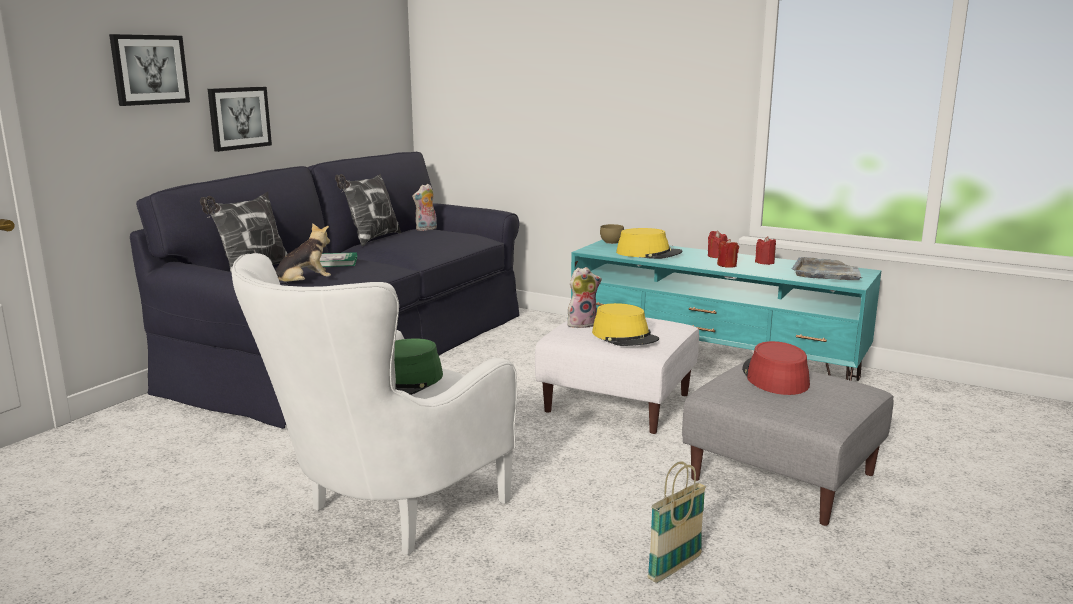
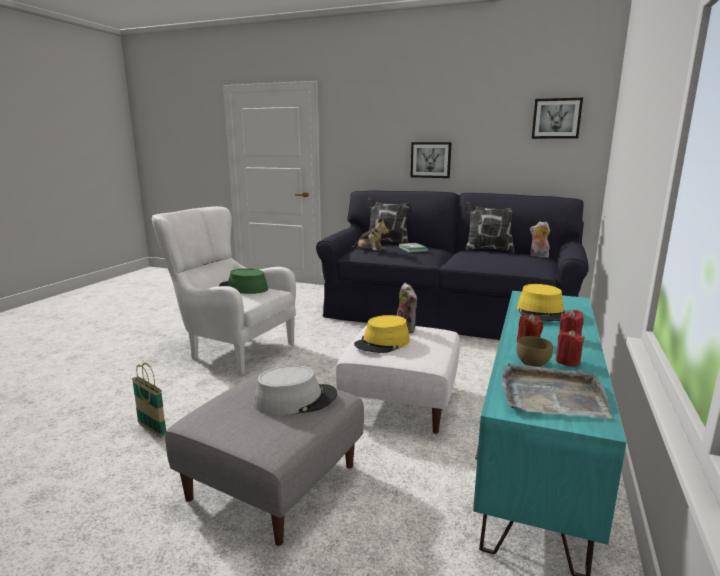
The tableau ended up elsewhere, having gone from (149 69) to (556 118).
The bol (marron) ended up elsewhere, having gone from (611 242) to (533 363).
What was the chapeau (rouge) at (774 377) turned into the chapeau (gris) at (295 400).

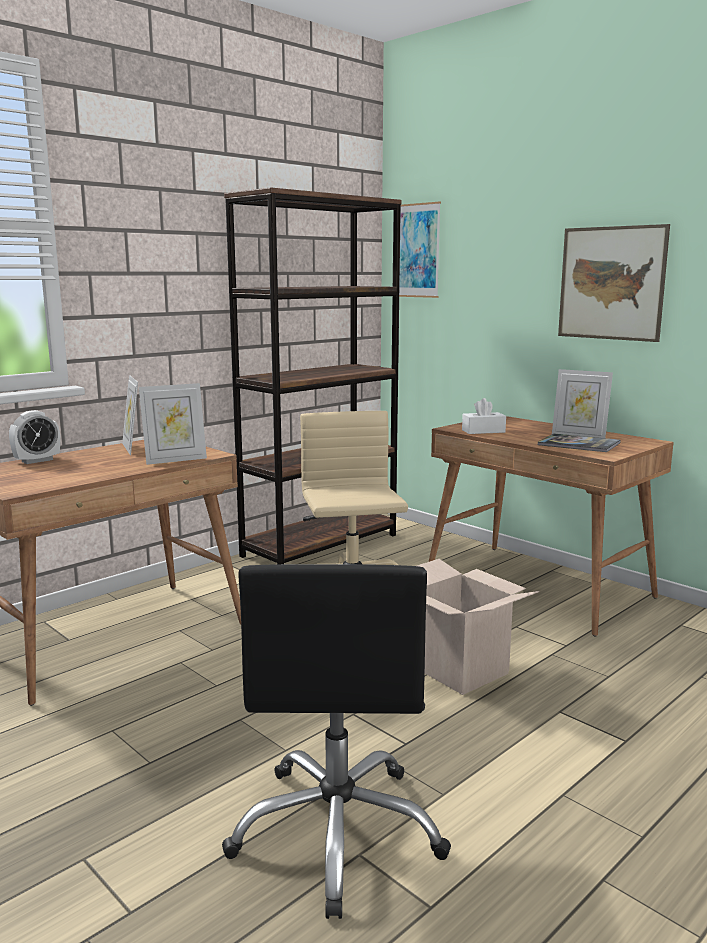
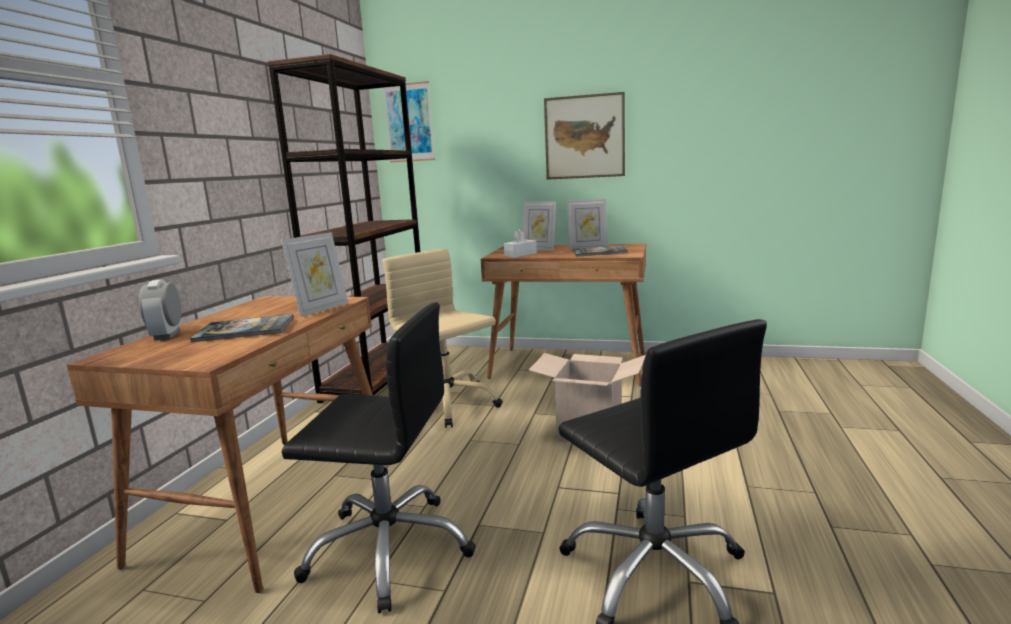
The second view gained the livre at (245 330).
The second view gained the chaise de bureau (noir) at (389 548).
The cadre photo ended up elsewhere, having gone from (132 448) to (539 249).
The réveil at (37 460) ended up facing another way, 150 degrees clockwise from before.

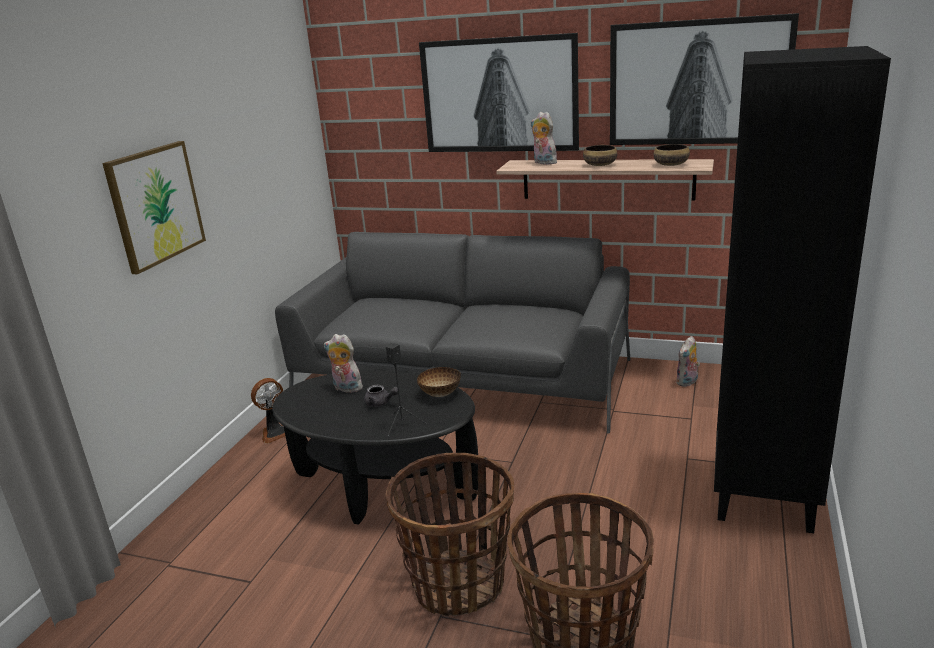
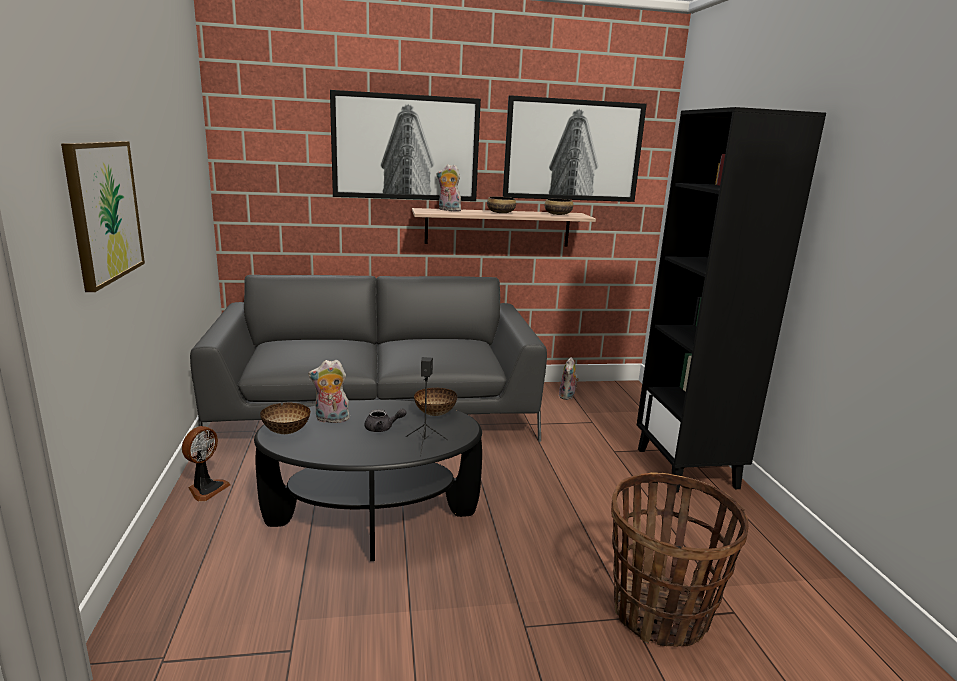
The second view lost the panier at (458 584).
The second view gained the bol at (287 431).

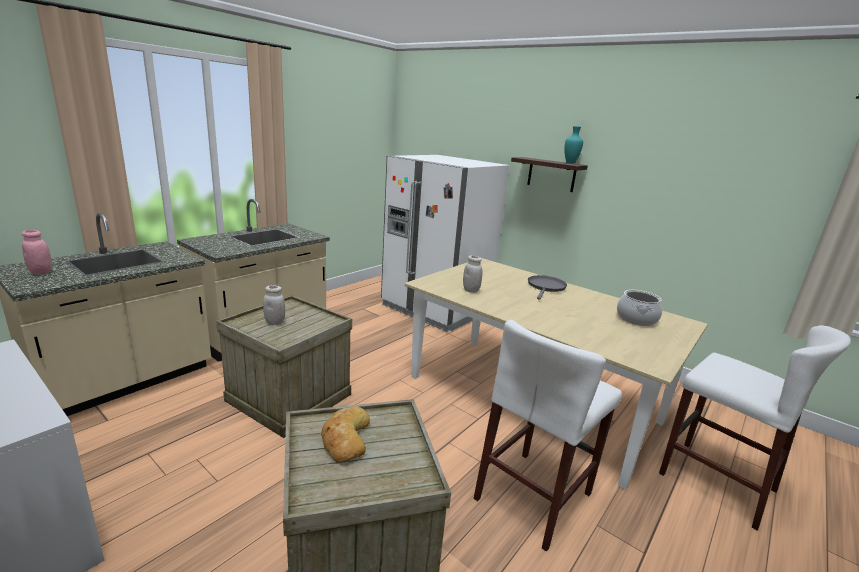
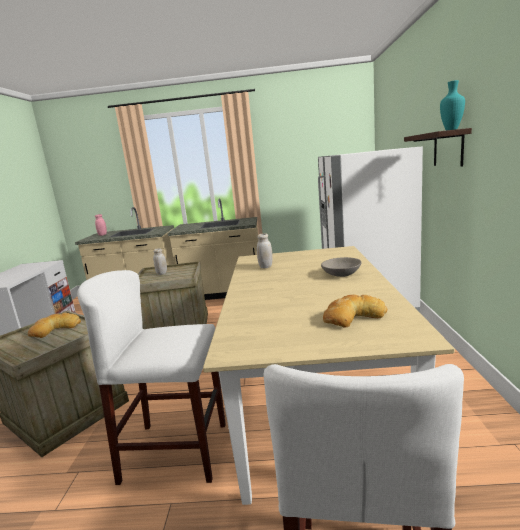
Where the poêle (gris) stood at (546 287), the bol (gris) came to stand at (341 273).
Where the marmite stood at (636 319), the pain came to stand at (352 316).

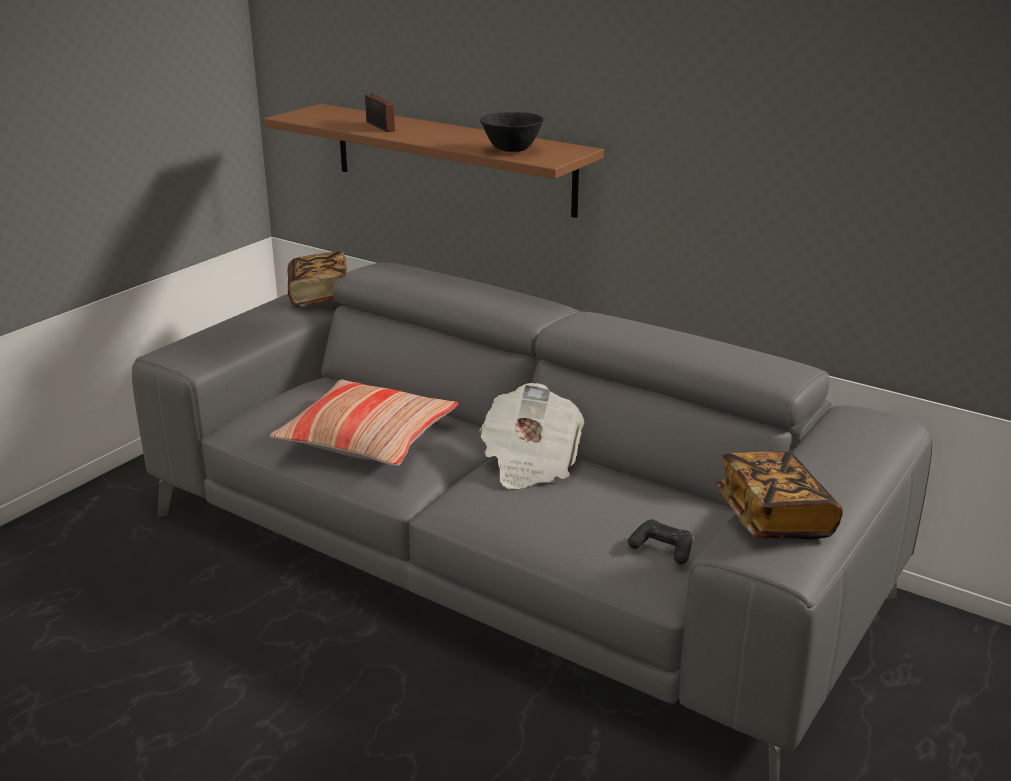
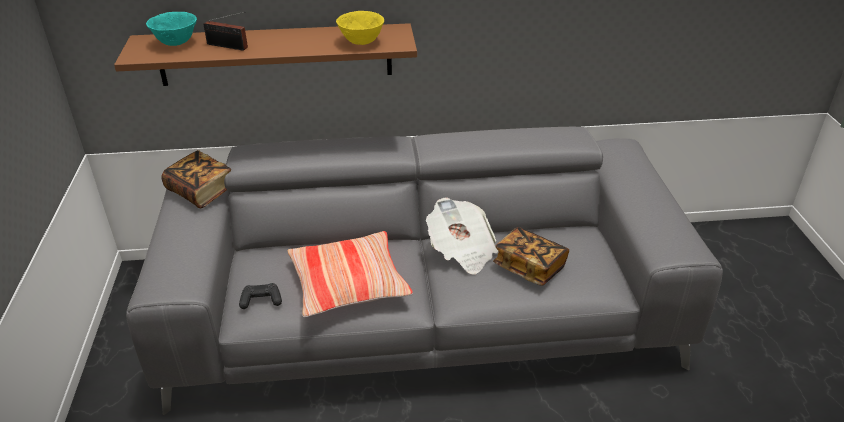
The second view gained the bol (turquoise) at (176 43).
The manette (noir) ended up elsewhere, having gone from (662 549) to (261 300).
The livre ended up elsewhere, having gone from (774 517) to (529 267).
What was the bol (noir) at (511 150) turned into the bol (jaune) at (361 42).

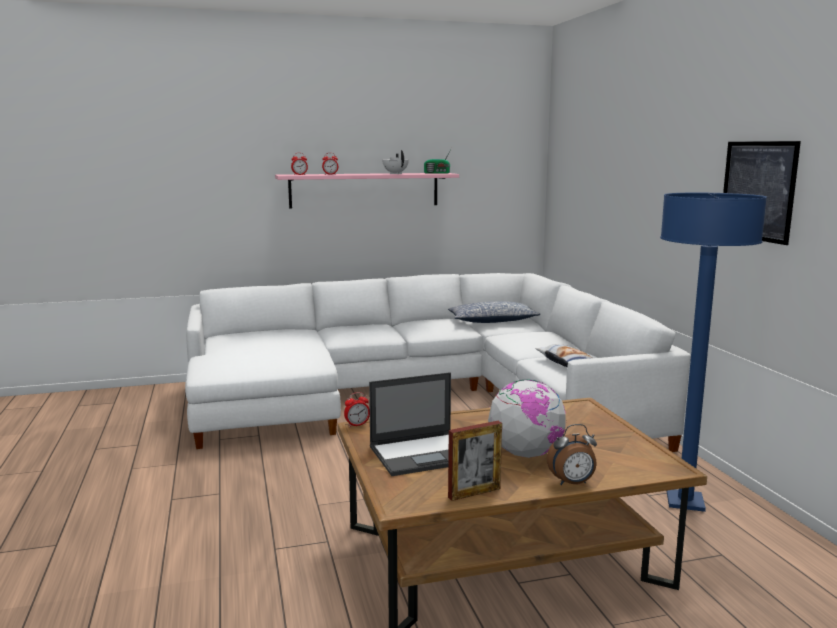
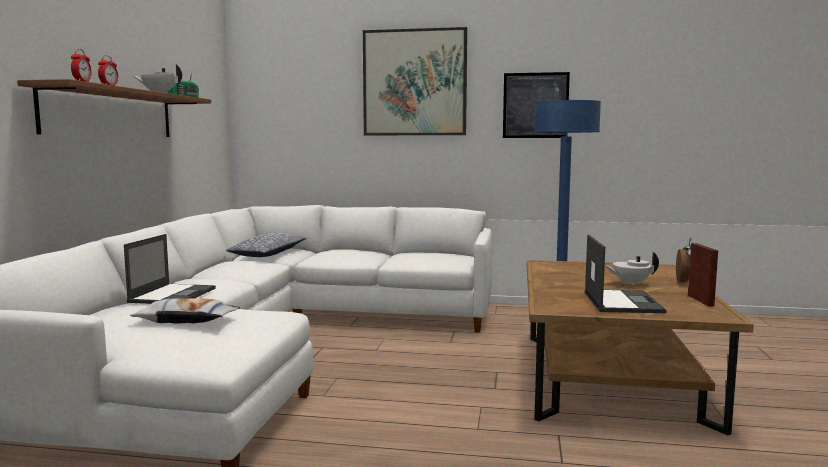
The second view lost the réveil at (357 425).
The second view gained the ordinateur portable at (173 295).
The second view gained the tableau at (414 83).
The coussin ended up elsewhere, having gone from (567 363) to (187 320).
Where the globe stood at (525 454), the théière (blanc) came to stand at (630 283).
What was the étagère (rose) at (364 190) turned into the étagère (marron) at (111 113).

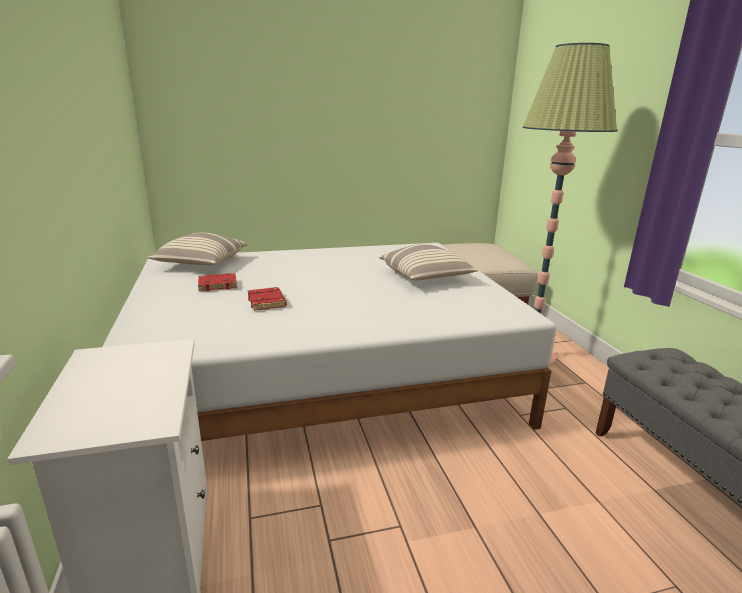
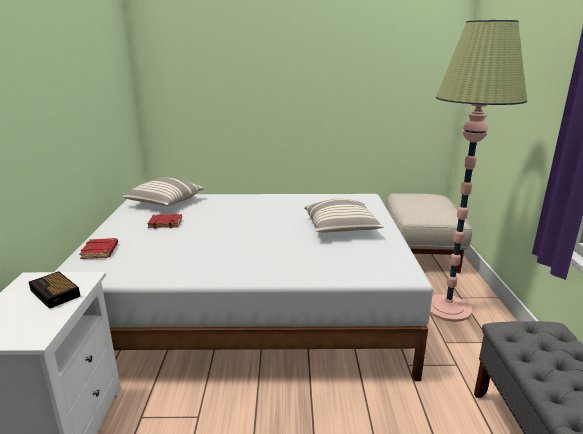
The second view gained the réveil at (55 294).
The livre (rouge) ended up elsewhere, having gone from (267 302) to (100 251).

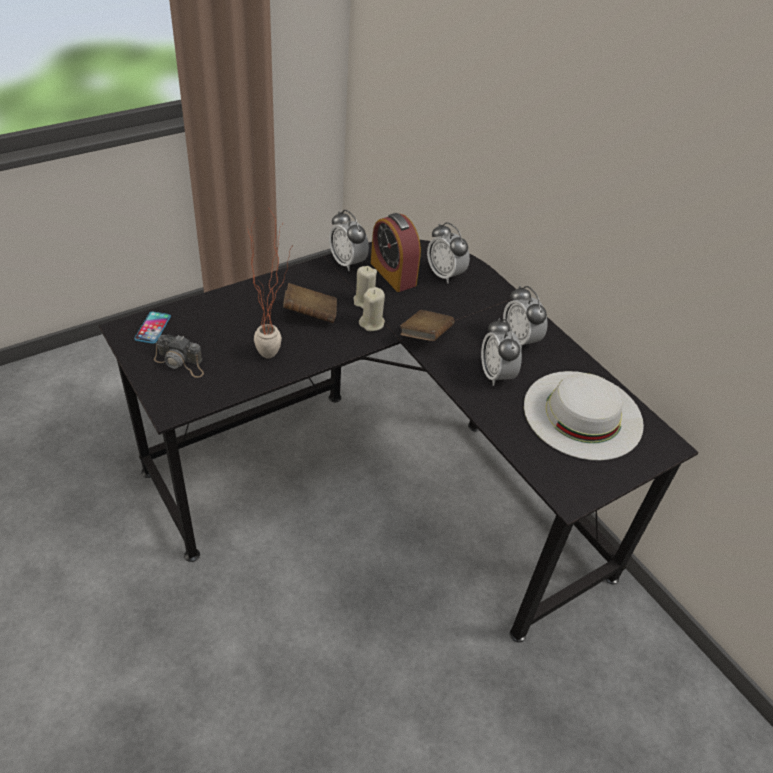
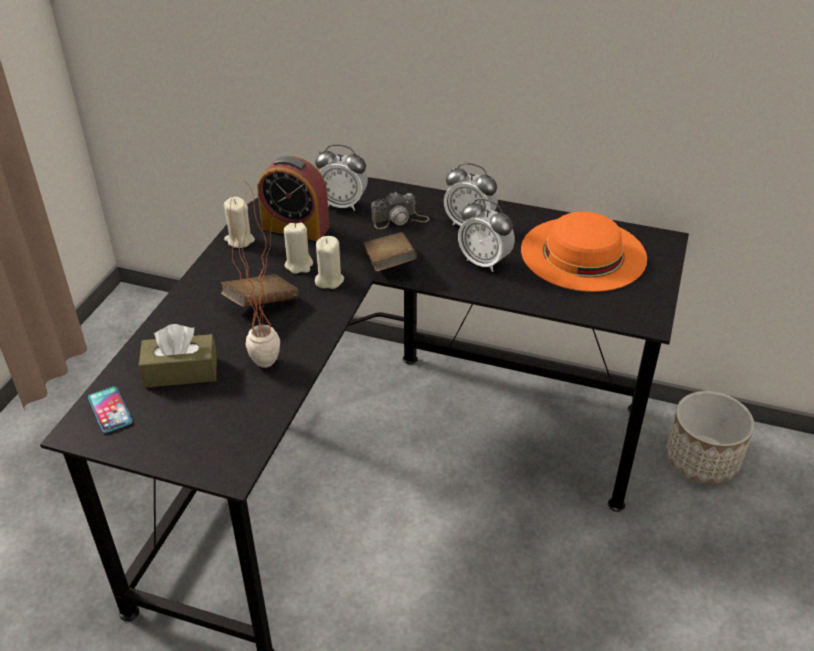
The second view gained the boîte à mouchoirs (marron) at (181 372).
The second view gained the cache-pot at (701 460).
The appareil photo ended up elsewhere, having gone from (181 362) to (400 219).
Where the réveil stood at (347 262), the bougie (beige) came to stand at (239 240).
What was the chapeau (blanc) at (583 414) turned into the chapeau (orange) at (583 253).

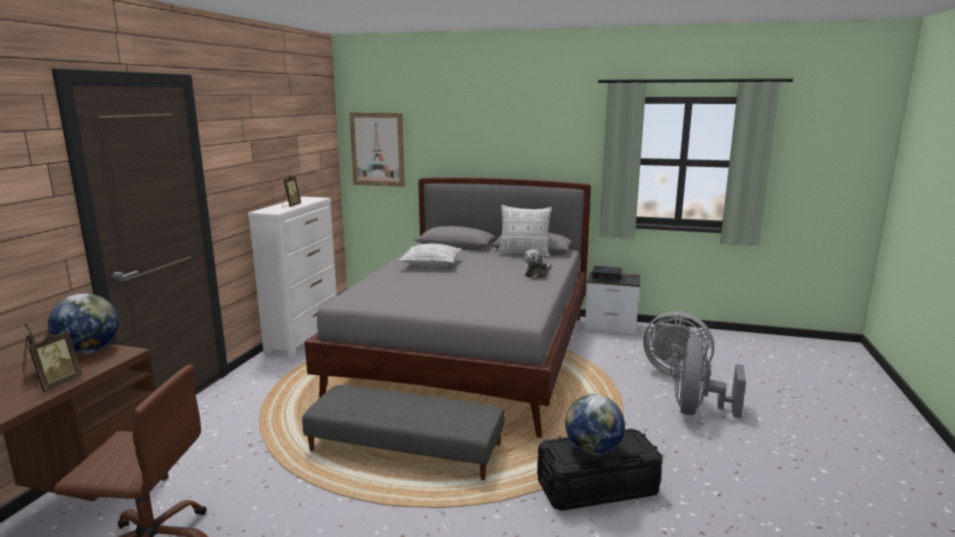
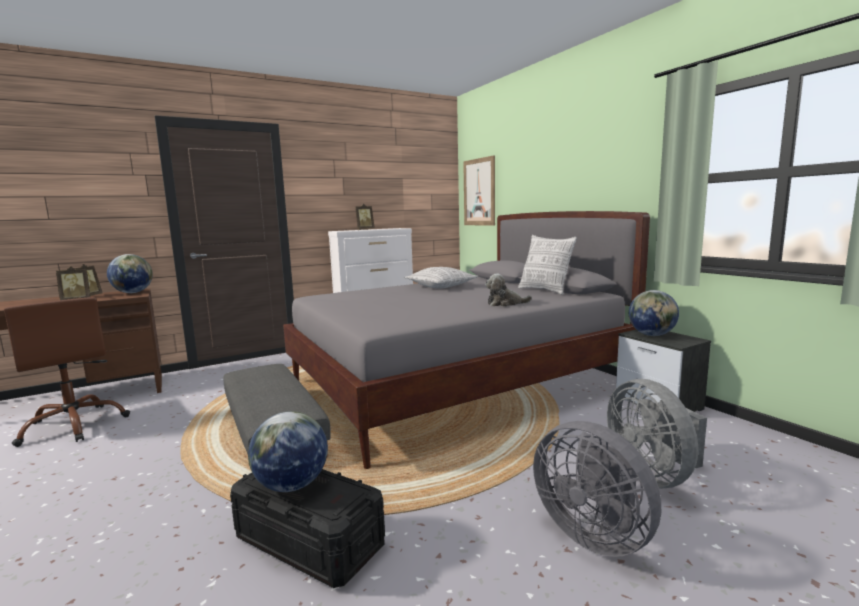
Where the réveil stood at (607 278), the globe came to stand at (652 335).
The ventilateur (gris) at (697 410) ended up facing another way, 105 degrees counterclockwise from before.

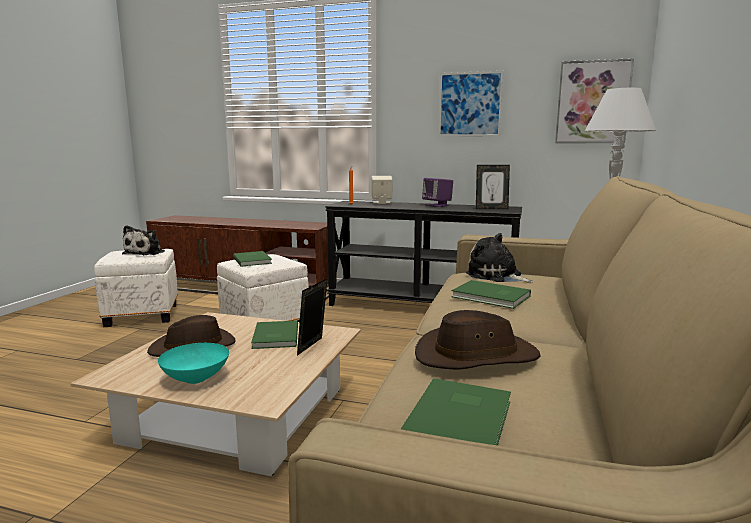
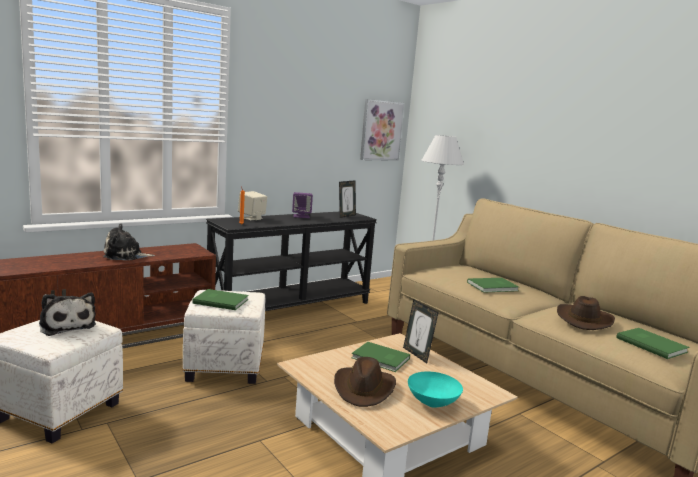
The second view lost the tableau at (470 104).
The peluche ended up elsewhere, having gone from (496 276) to (125 256).

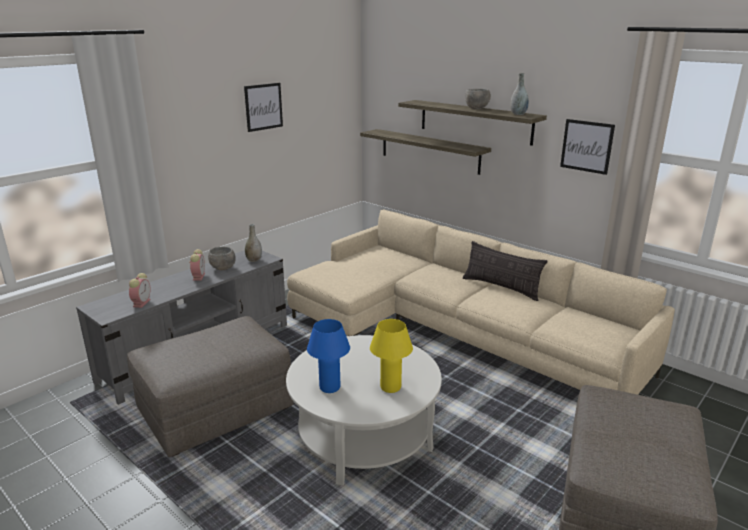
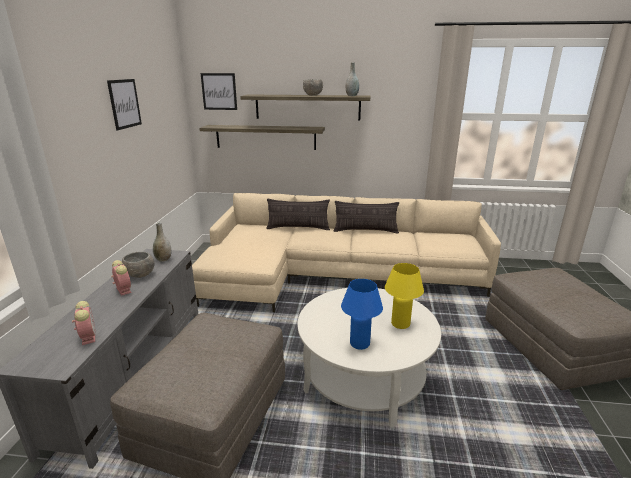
The second view gained the coussin at (298 228).
The tableau ended up elsewhere, having gone from (586 146) to (219 91).

